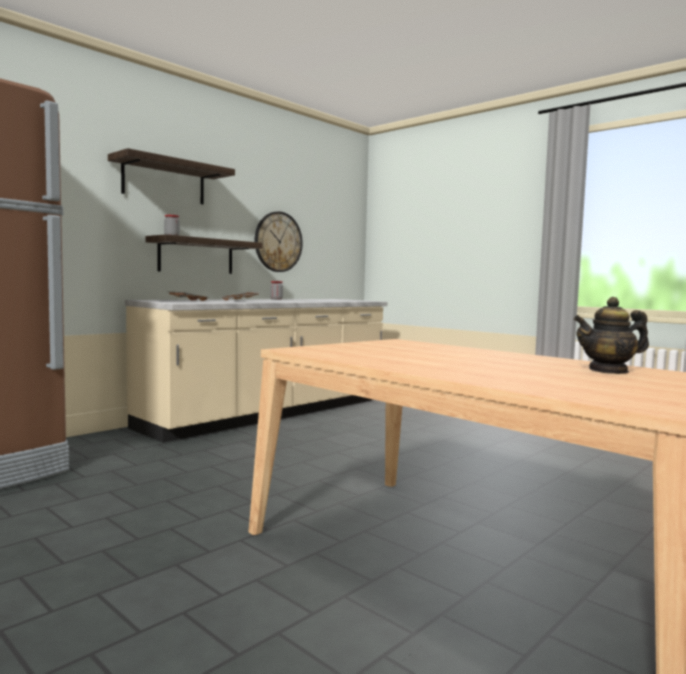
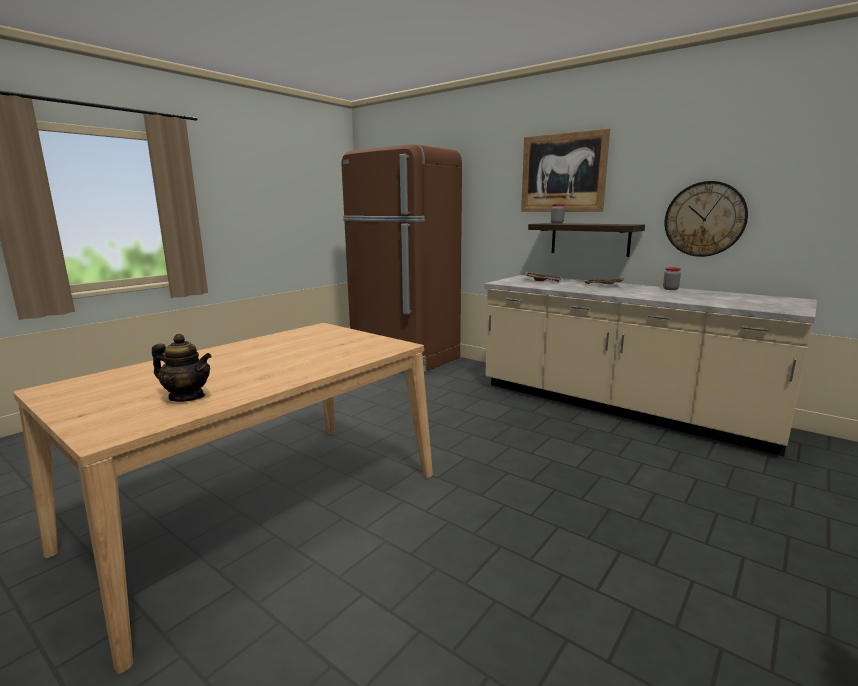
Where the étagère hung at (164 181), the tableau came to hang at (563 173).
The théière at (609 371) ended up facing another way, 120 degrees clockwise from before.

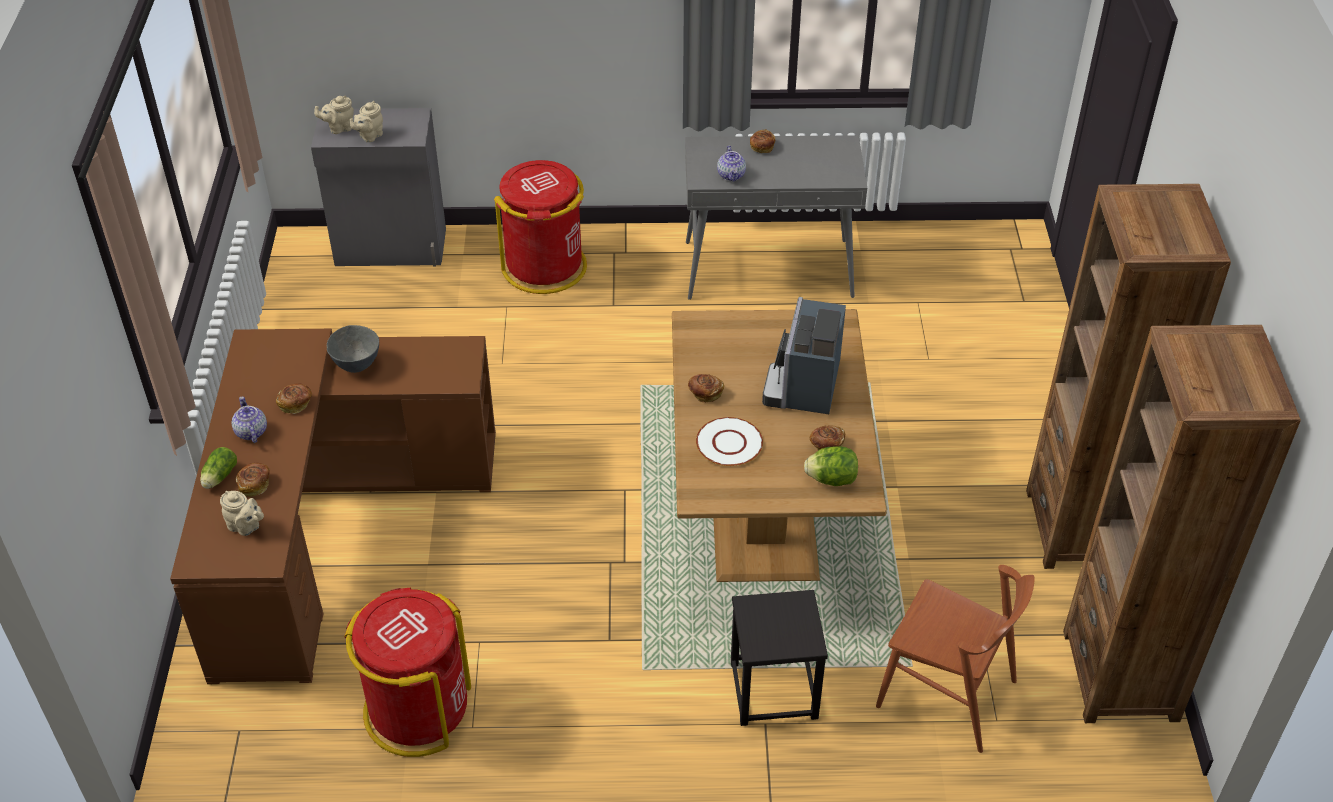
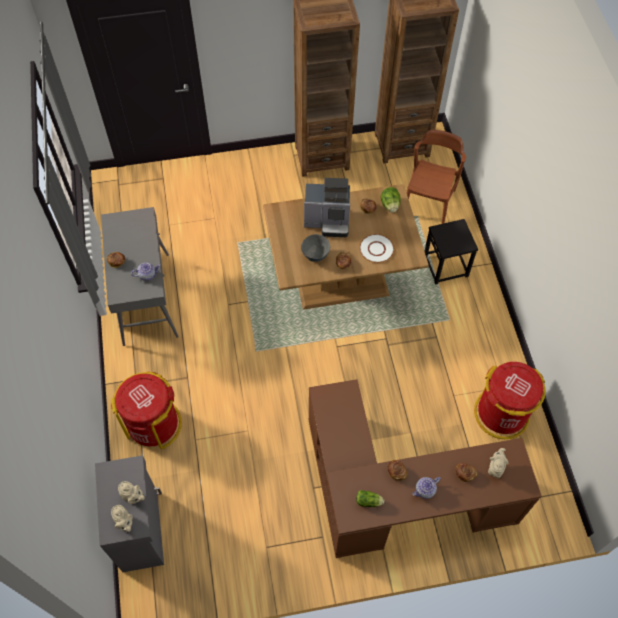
The laitue ended up elsewhere, having gone from (219 477) to (369 501).
The bol (gris) ended up elsewhere, having gone from (356 365) to (315 256).

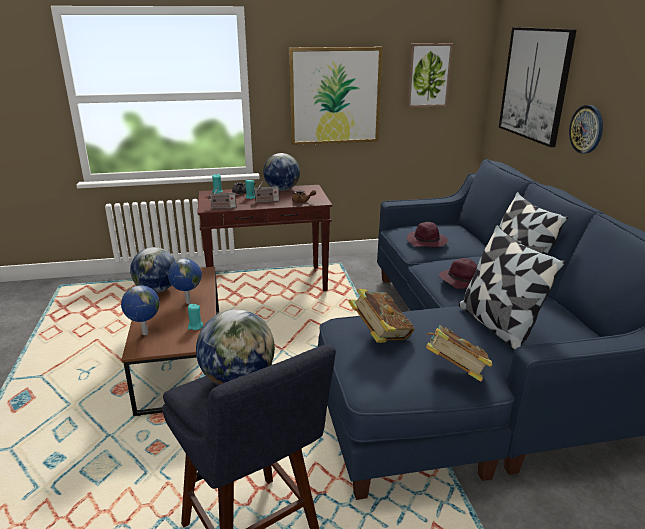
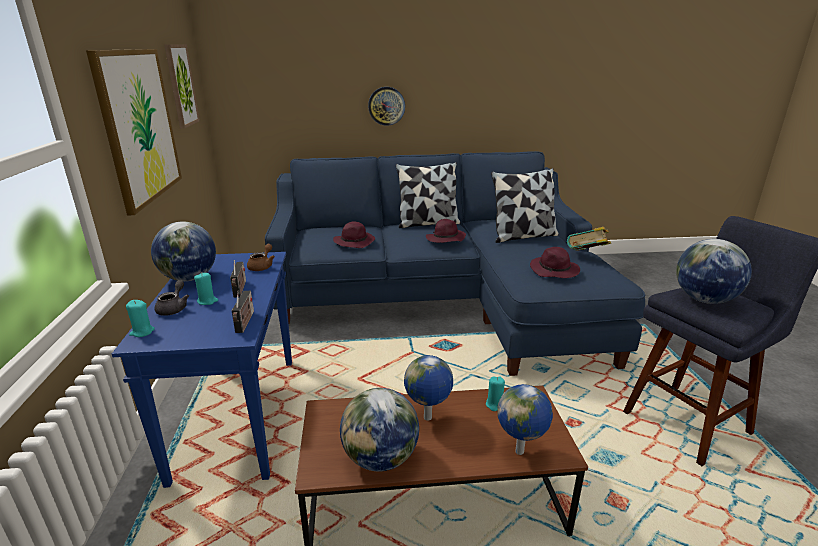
The second view lost the tableau at (535 84).
Where the livre stood at (380 336), the chapeau (violet) came to stand at (554 271).
What was the table console (marron) at (268 283) turned into the table console (bleu) at (237 414).

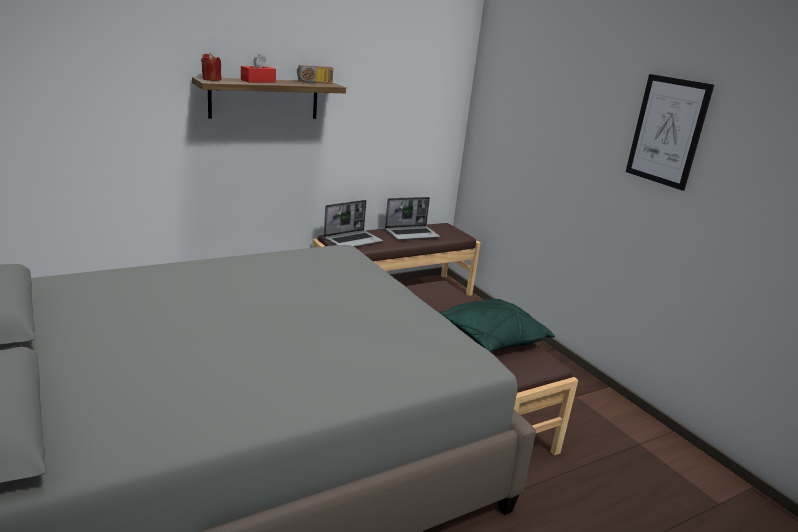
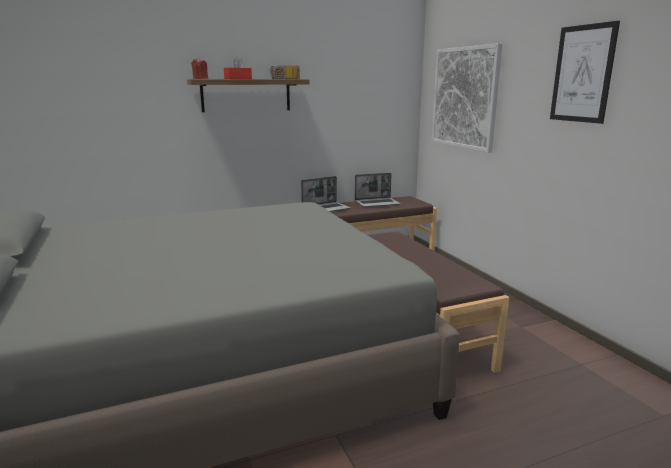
The second view lost the coussin (vert) at (491 338).
The second view gained the tableau at (464 98).

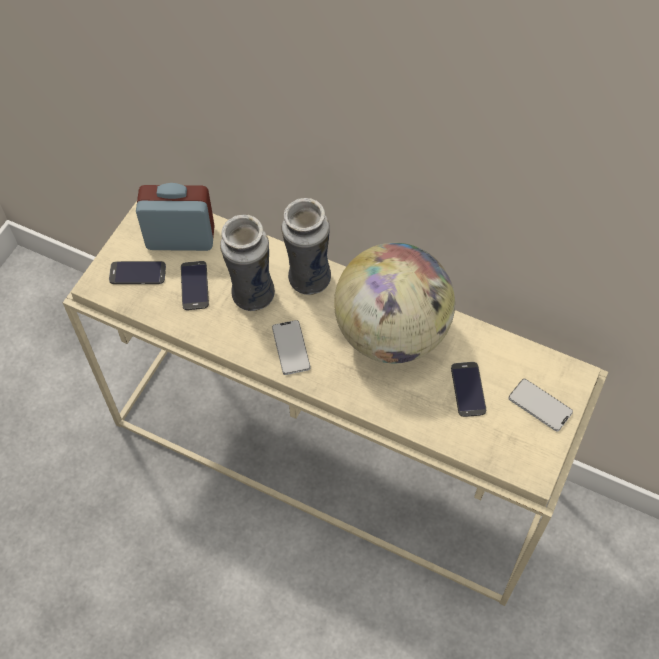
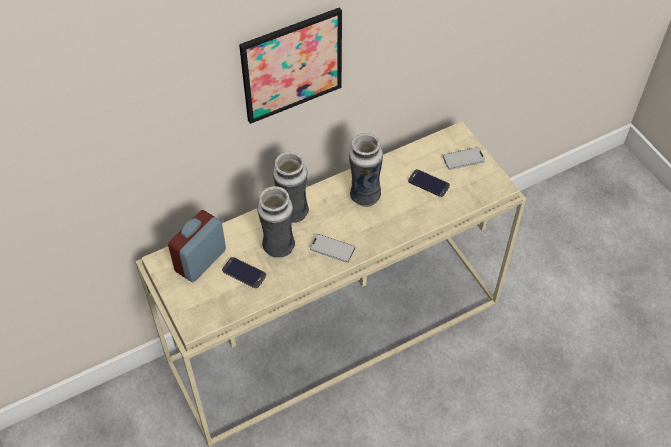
The second view lost the téléphone at (137 273).
The second view gained the tableau at (292 65).
Where the globe stood at (392 333), the vase came to stand at (364 195).

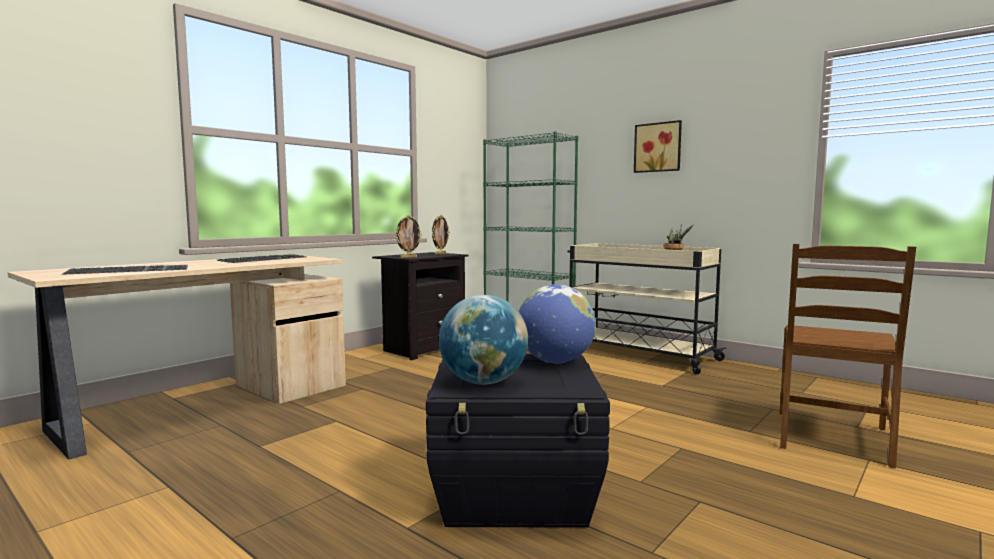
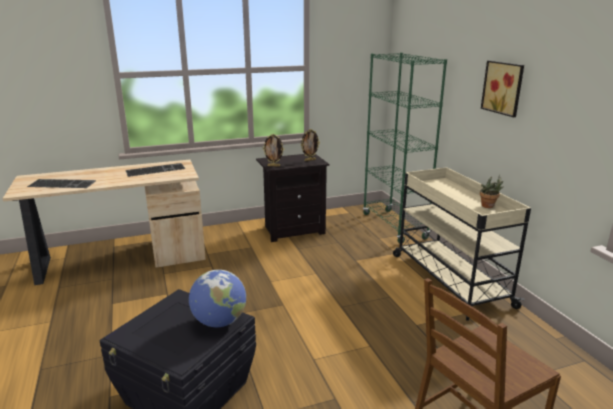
The second view lost the globe at (484 382).

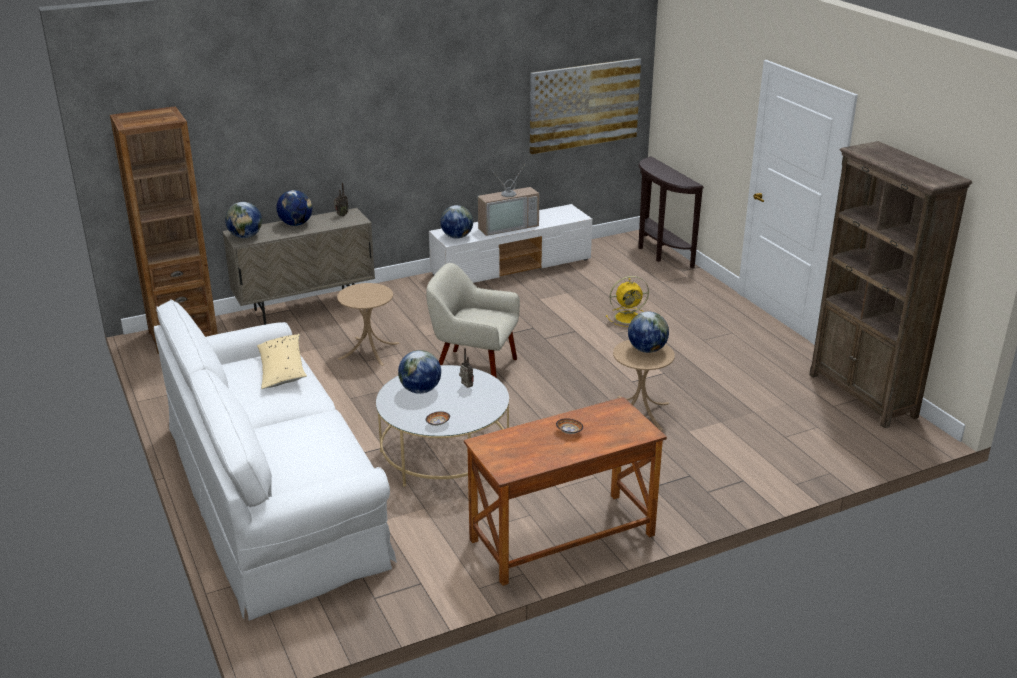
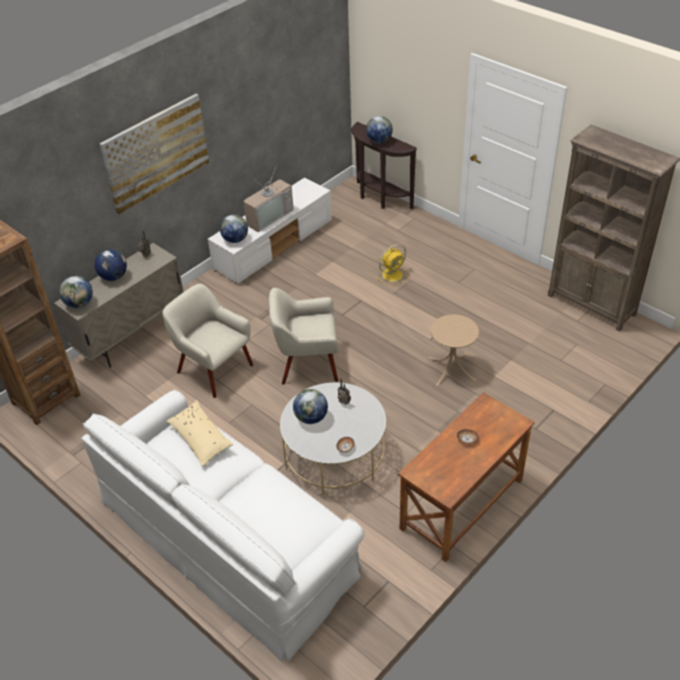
The tableau ended up elsewhere, having gone from (584 105) to (156 152).
The globe ended up elsewhere, having gone from (647 350) to (379 141).
Where the table d'appoint (beige) stood at (369 351), the fauteuil (beige) came to stand at (213 368).

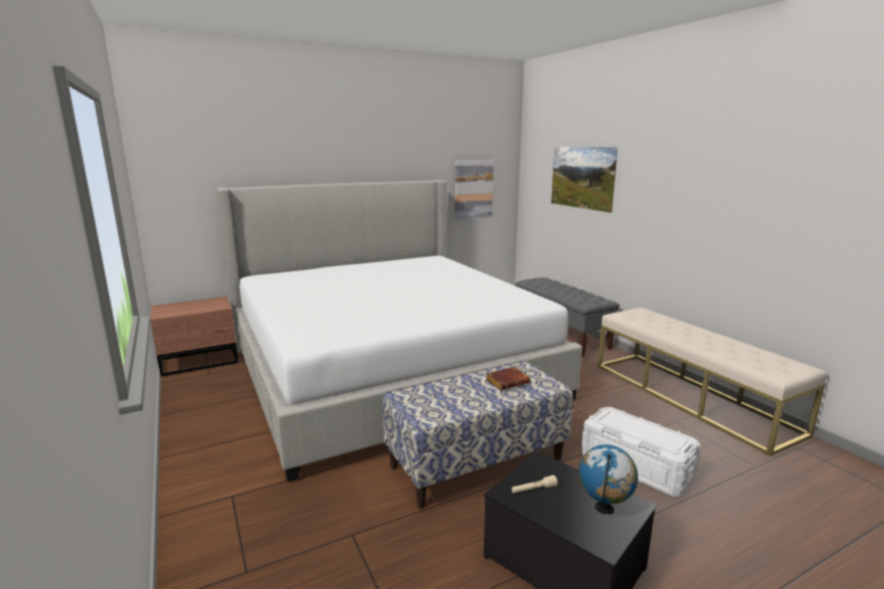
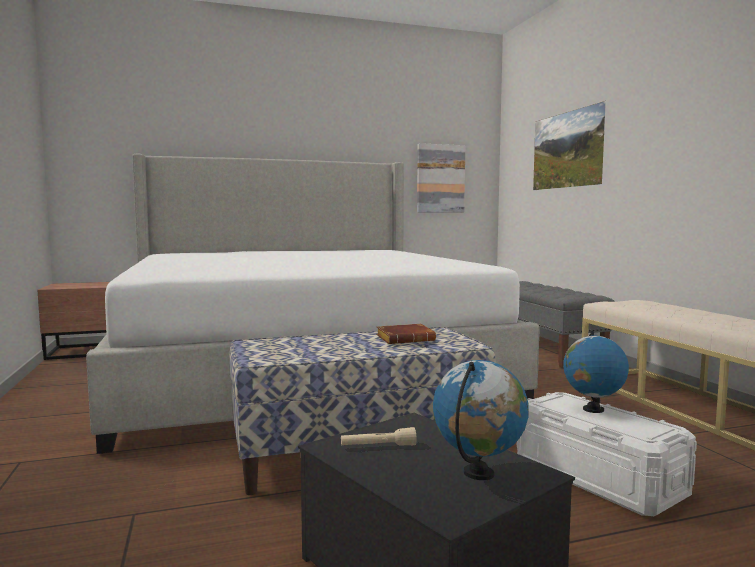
The second view gained the globe at (593 410).

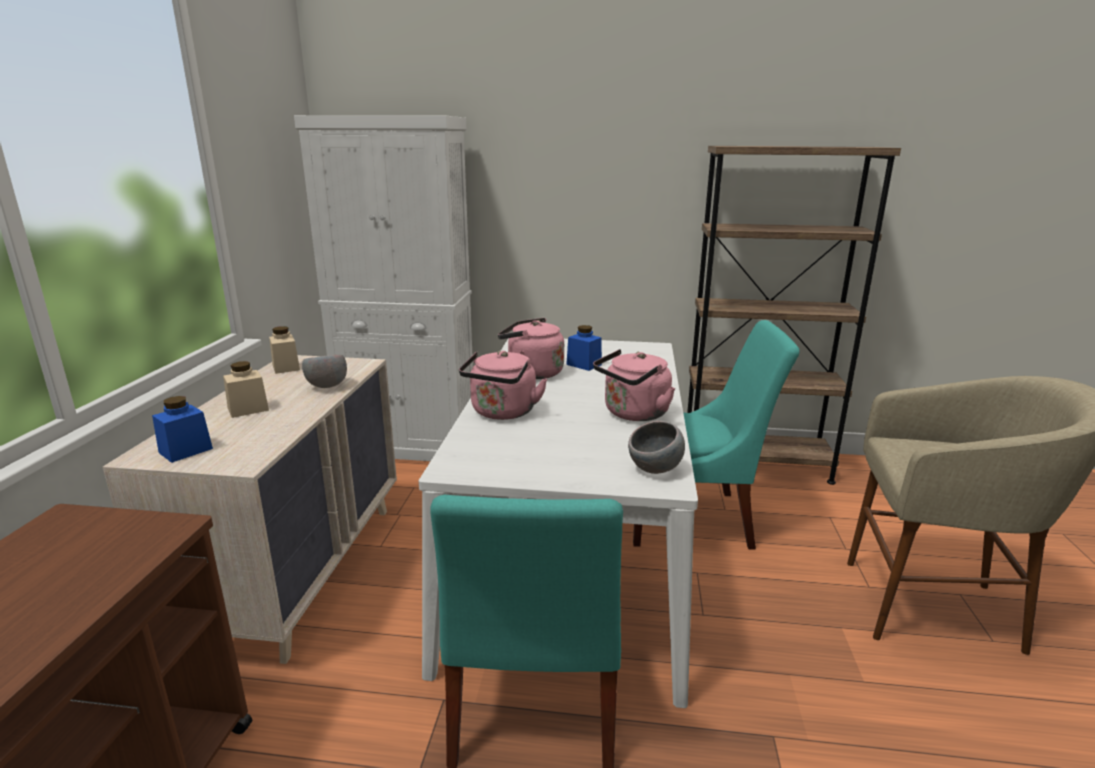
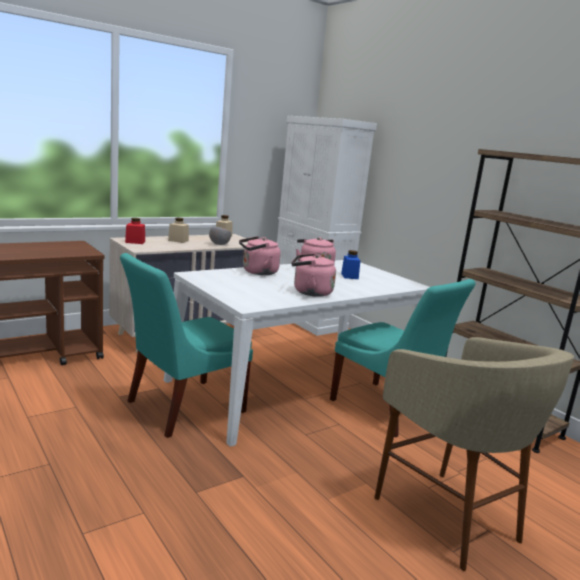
The second view lost the bol (gris) at (655 470).
What was the bocal (bleu) at (186 450) turned into the bocal (rouge) at (135 242).

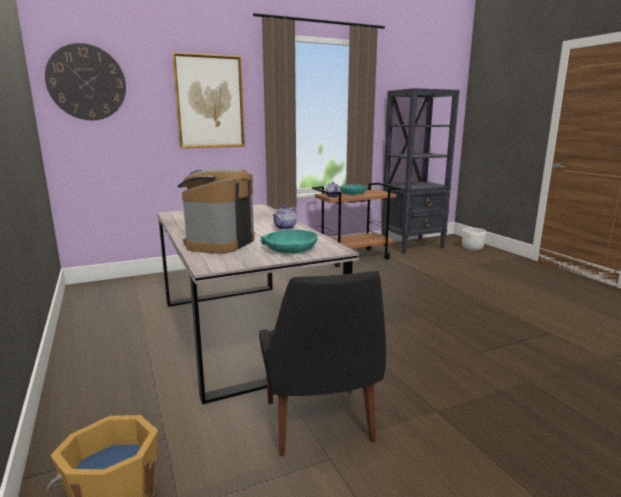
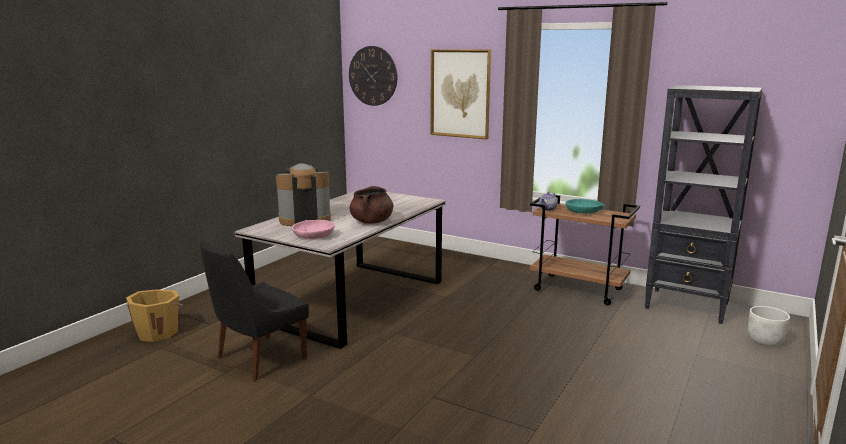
Where the théière stood at (285 227), the marmite (marron) came to stand at (371 222).
What was the bol (turquoise) at (290 249) turned into the bol (rose) at (313 235).

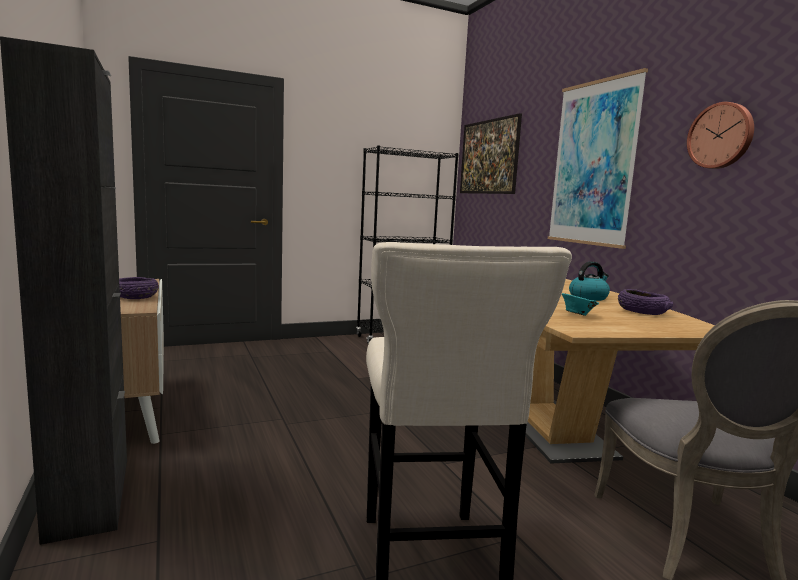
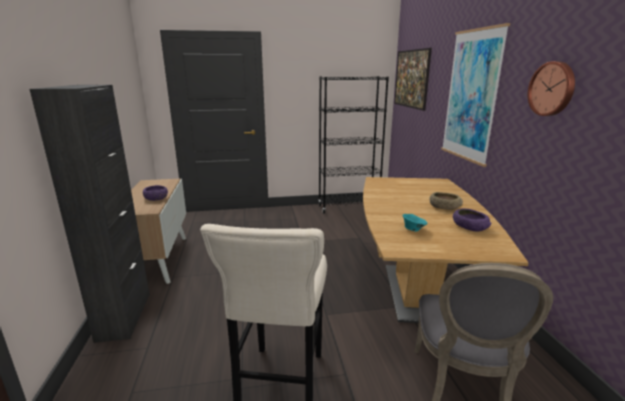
Where the bouilloire stood at (588 297), the bol (beige) came to stand at (444 207).

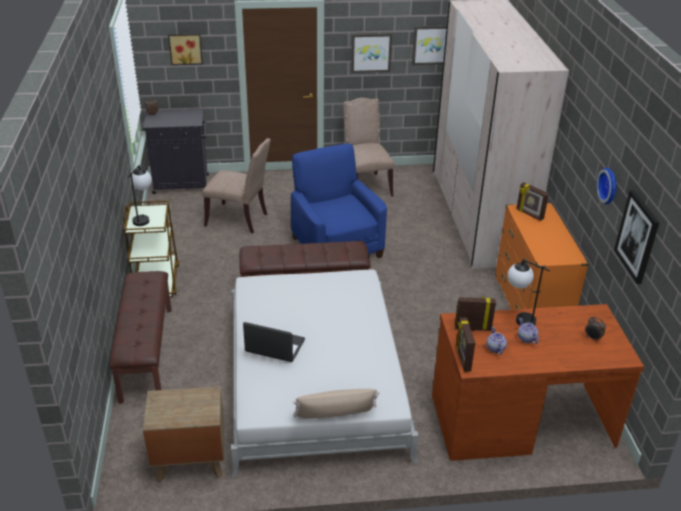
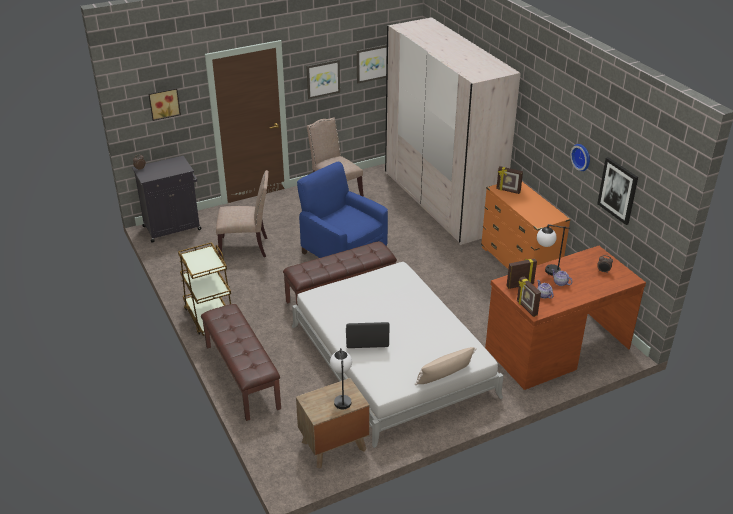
The lampe de table ended up elsewhere, having gone from (144 218) to (342 398).

